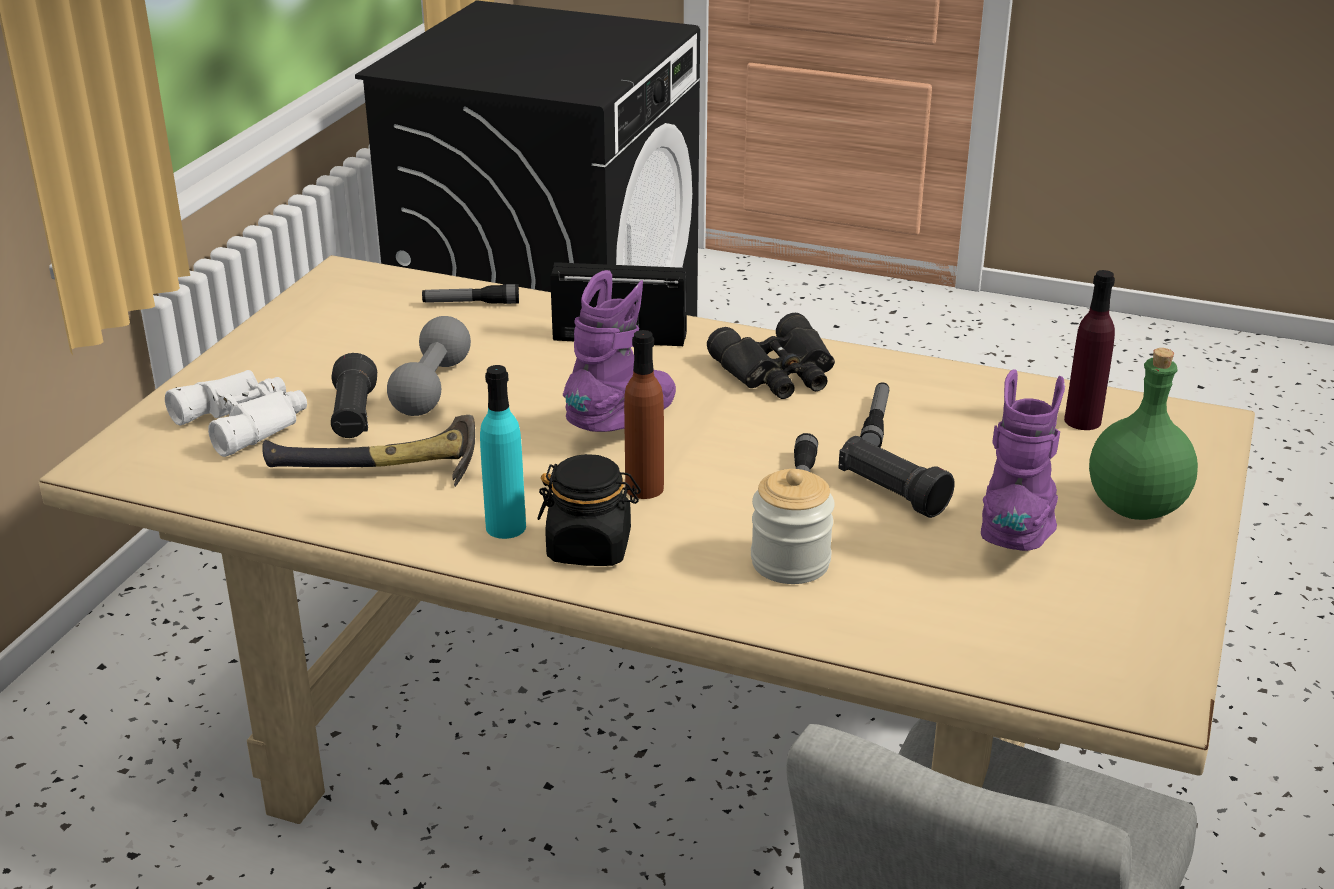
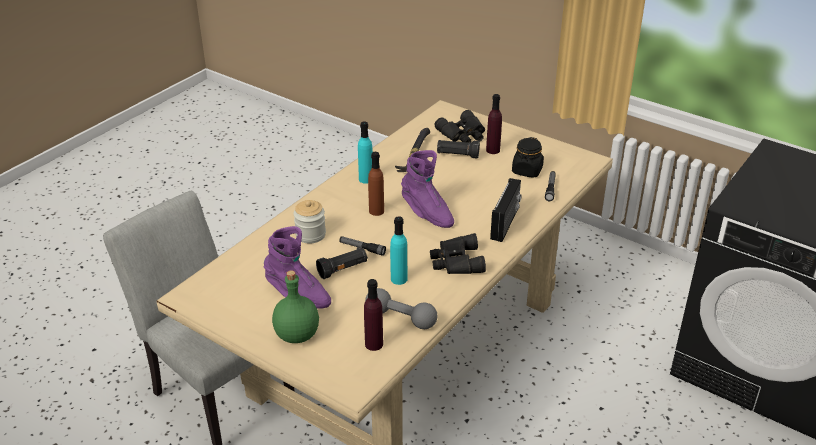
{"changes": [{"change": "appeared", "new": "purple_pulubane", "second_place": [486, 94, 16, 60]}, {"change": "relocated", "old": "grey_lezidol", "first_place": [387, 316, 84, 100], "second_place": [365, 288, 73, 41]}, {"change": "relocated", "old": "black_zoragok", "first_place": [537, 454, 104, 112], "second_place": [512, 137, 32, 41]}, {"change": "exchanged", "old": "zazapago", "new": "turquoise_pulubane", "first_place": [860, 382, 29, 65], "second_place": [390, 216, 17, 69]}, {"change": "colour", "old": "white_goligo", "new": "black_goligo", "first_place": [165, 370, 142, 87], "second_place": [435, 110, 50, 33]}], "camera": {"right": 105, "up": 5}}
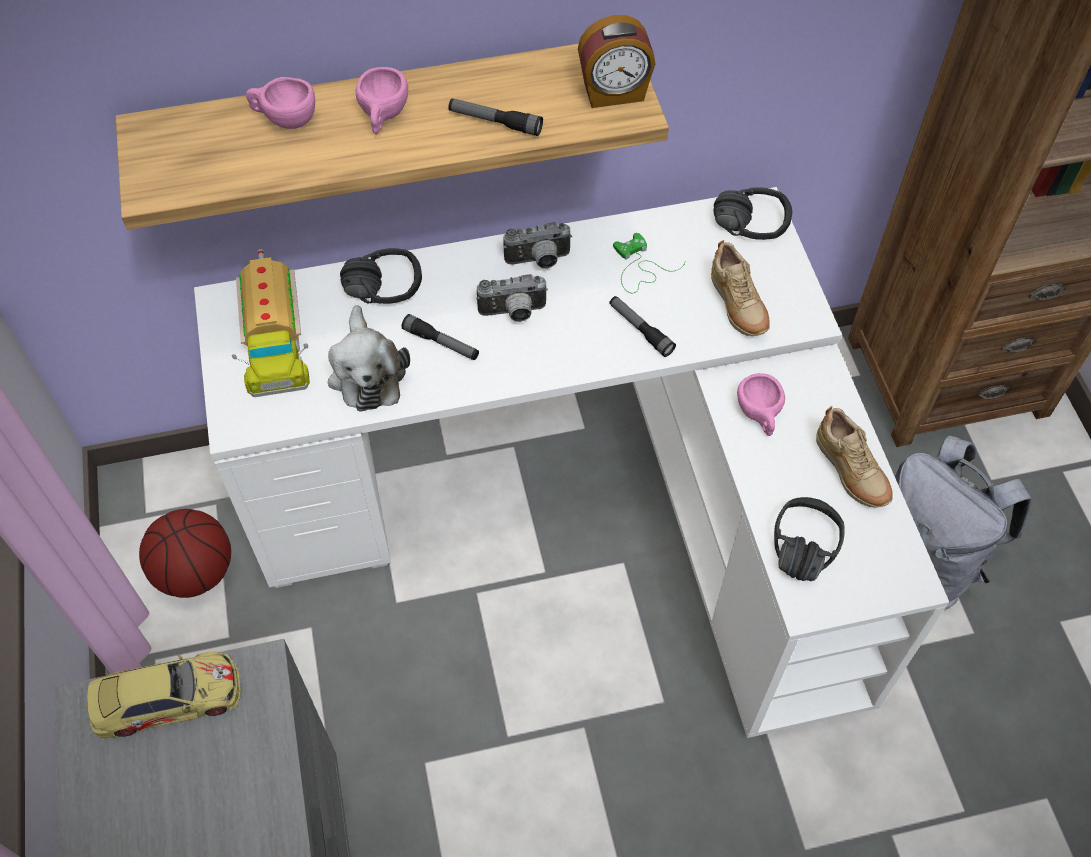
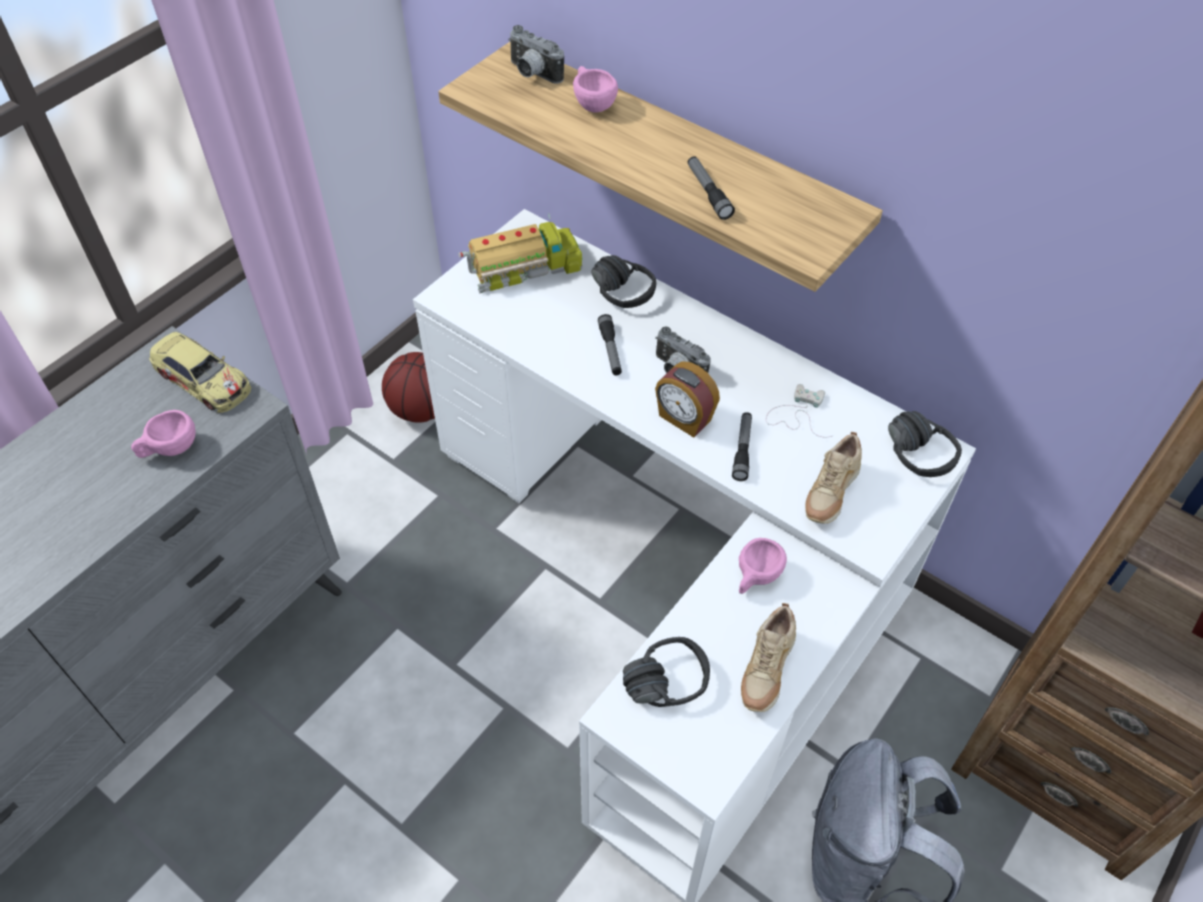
{"changes": [{"change": "missing", "old": "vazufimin", "first_place": [328, 305, 82, 107]}, {"change": "relocated", "old": "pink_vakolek", "first_place": [356, 67, 52, 67], "second_place": [131, 410, 65, 48]}, {"change": "relocated", "old": "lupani", "first_place": [503, 222, 69, 47], "second_place": [508, 25, 56, 59]}, {"change": "relocated", "old": "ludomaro", "first_place": [578, 15, 77, 93], "second_place": [655, 362, 65, 76]}, {"change": "colour", "old": "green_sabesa", "new": "white_sabesa", "first_place": [613, 233, 72, 60], "second_place": [766, 384, 66, 53]}, {"change": "spun", "old": "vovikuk", "first_place": [232, 249, 78, 148], "second_place": [458, 213, 124, 80], "degrees": -150}], "camera": {"right": 50, "up": -5}}
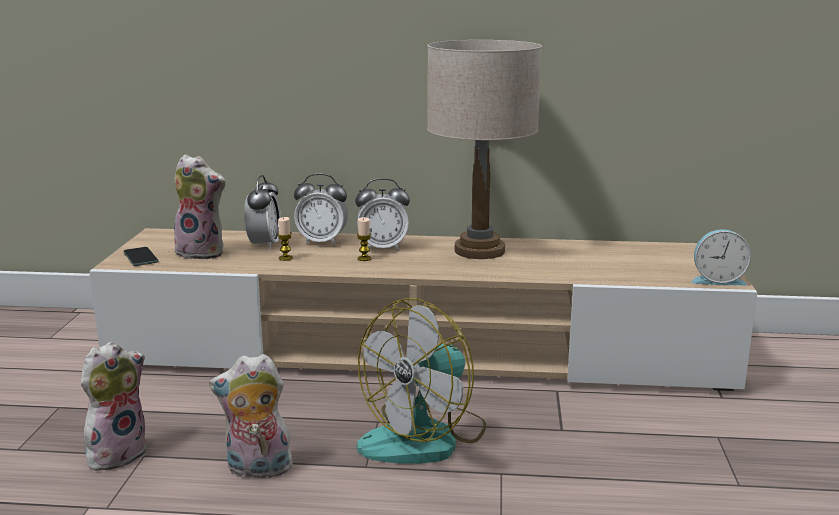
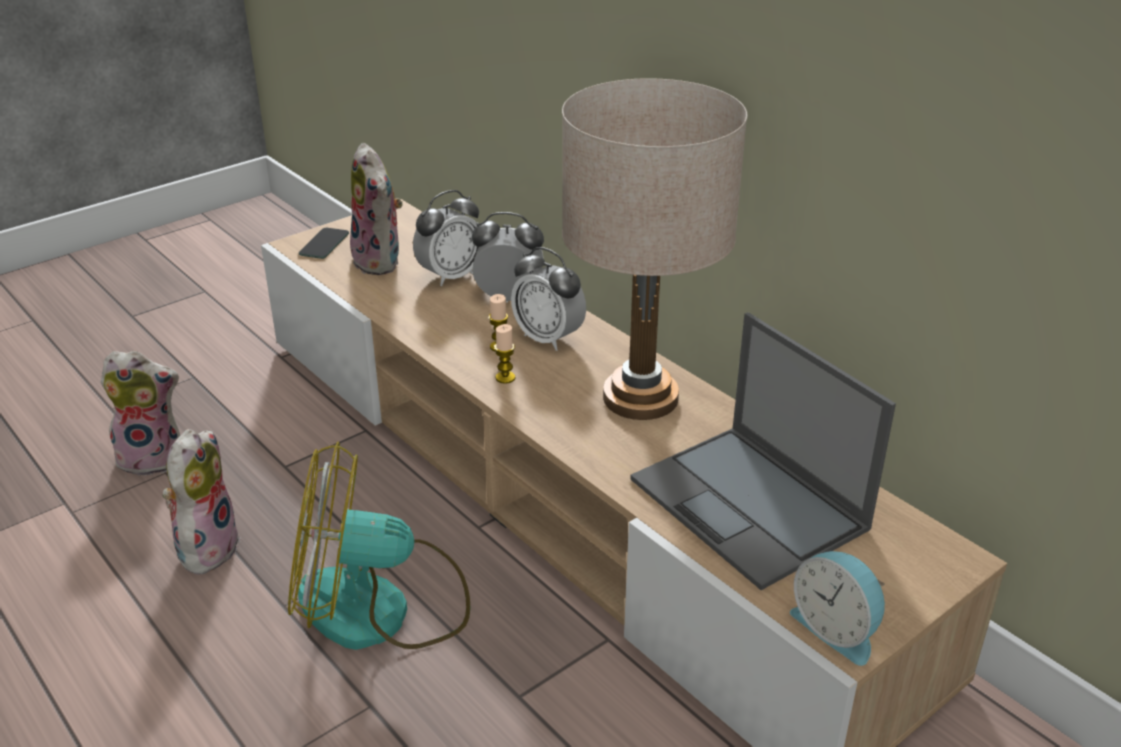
{"changes": [{"change": "appeared", "new": "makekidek", "second_place": [630, 312, 266, 278]}, {"change": "relocated", "old": "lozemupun", "first_place": [277, 217, 16, 44], "second_place": [494, 324, 21, 60]}, {"change": "spun", "old": "vazufimin", "first_place": [209, 354, 87, 124], "second_place": [162, 429, 79, 146], "degrees": 60}, {"change": "spun", "old": "ludomaro", "first_place": [294, 173, 54, 72], "second_place": [472, 212, 72, 91], "degrees": 135}], "camera": {"right": 45, "up": 15}}
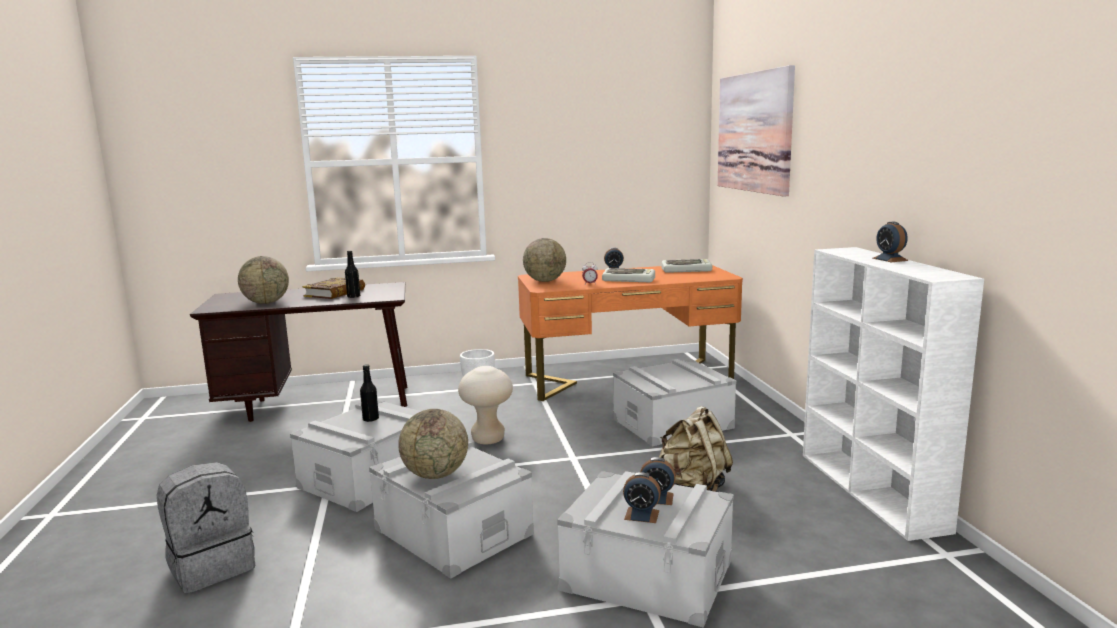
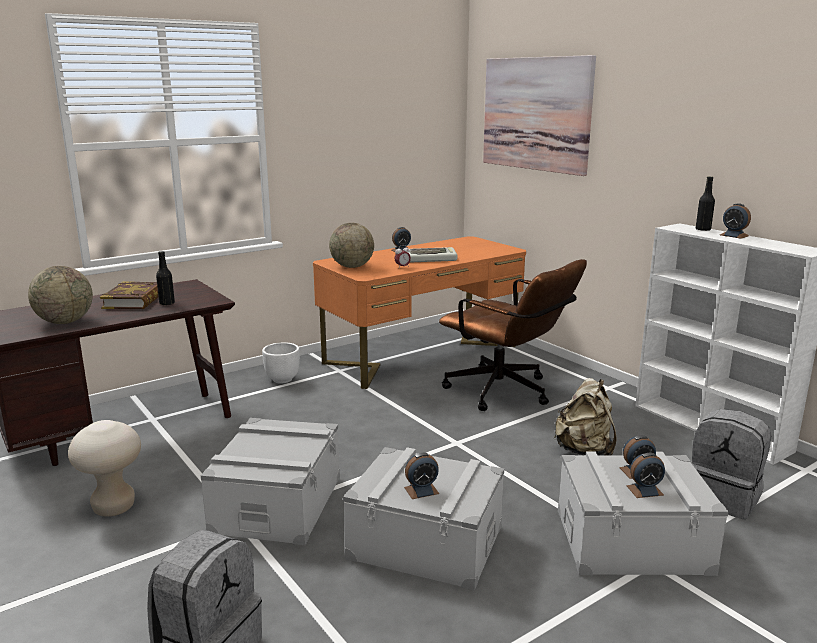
{"changes": [{"change": "missing", "old": "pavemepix", "first_place": [662, 259, 50, 14]}, {"change": "appeared", "new": "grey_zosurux", "second_place": [692, 409, 79, 110]}, {"change": "relocated", "old": "black_pulubane", "first_place": [360, 364, 19, 58], "second_place": [696, 176, 19, 55]}, {"change": "relocated", "old": "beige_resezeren", "first_place": [458, 366, 55, 78], "second_place": [68, 420, 73, 97]}, {"change": "exchanged", "old": "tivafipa", "new": "ludomaro", "first_place": [398, 409, 70, 70], "second_place": [404, 453, 35, 46]}, {"change": "exchanged", "old": "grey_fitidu", "new": "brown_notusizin", "first_place": [613, 359, 123, 88], "second_place": [439, 259, 148, 152]}], "camera": {"right": -25, "up": 5}}
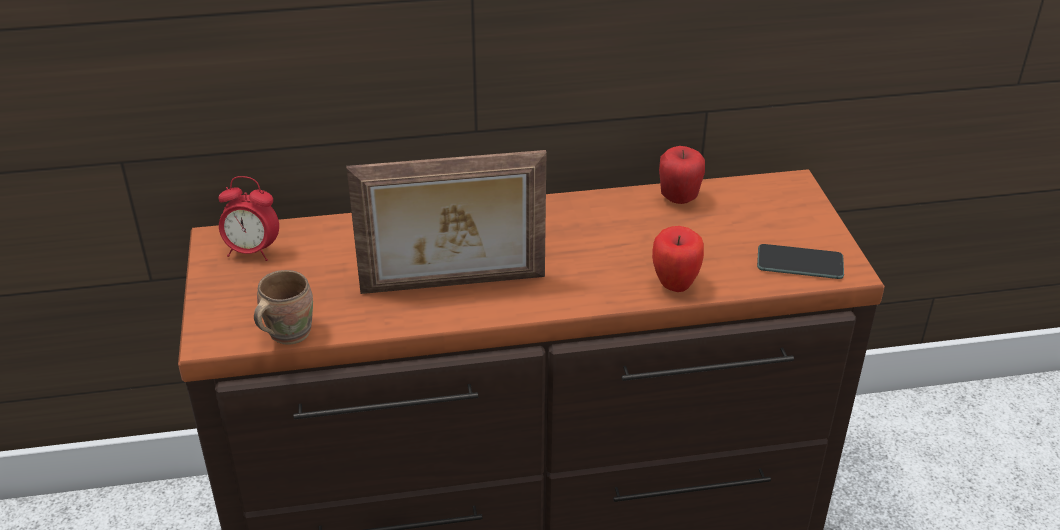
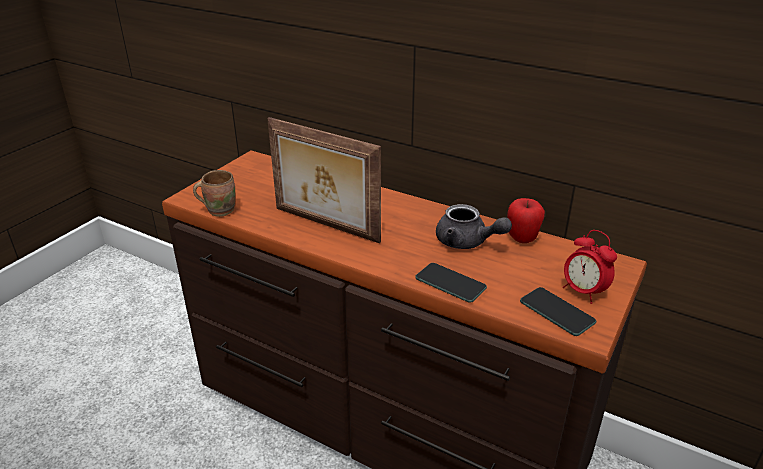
{"changes": [{"change": "appeared", "new": "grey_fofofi", "second_place": [436, 204, 76, 45]}, {"change": "relocated", "old": "ludomaro", "first_place": [219, 176, 60, 85], "second_place": [563, 230, 54, 74]}, {"change": "exchanged", "old": "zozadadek", "new": "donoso", "first_place": [652, 226, 52, 66], "second_place": [415, 263, 72, 40]}], "camera": {"right": 40, "up": -5}}
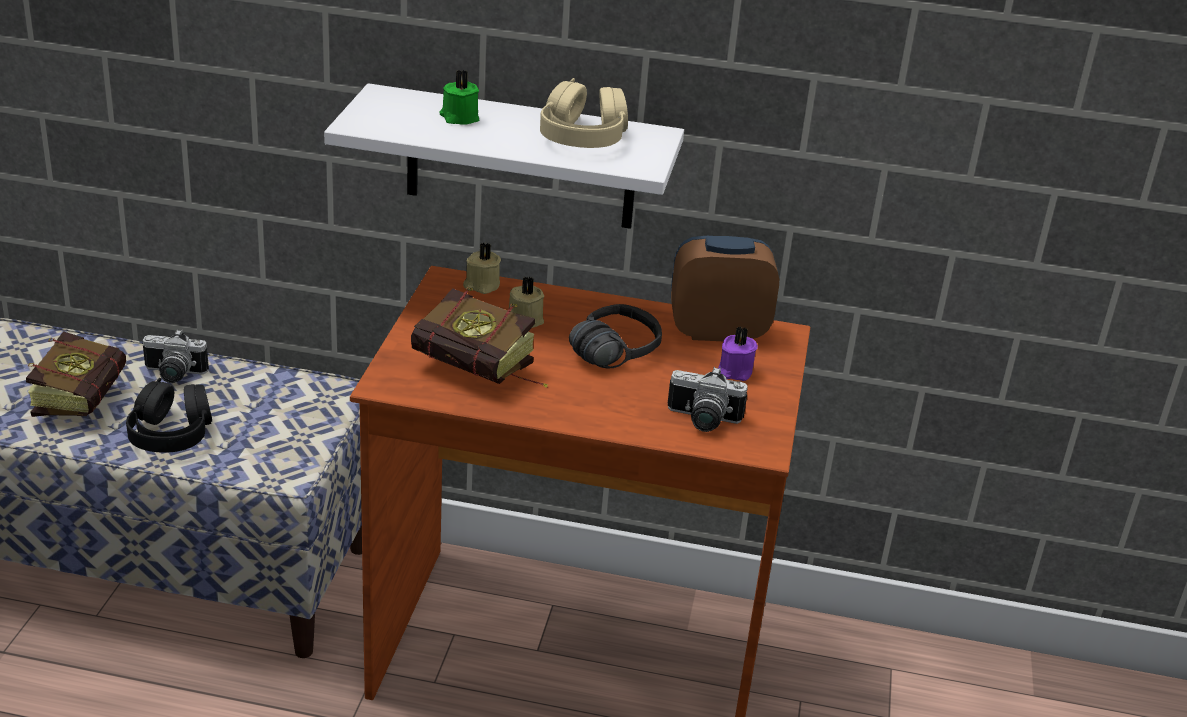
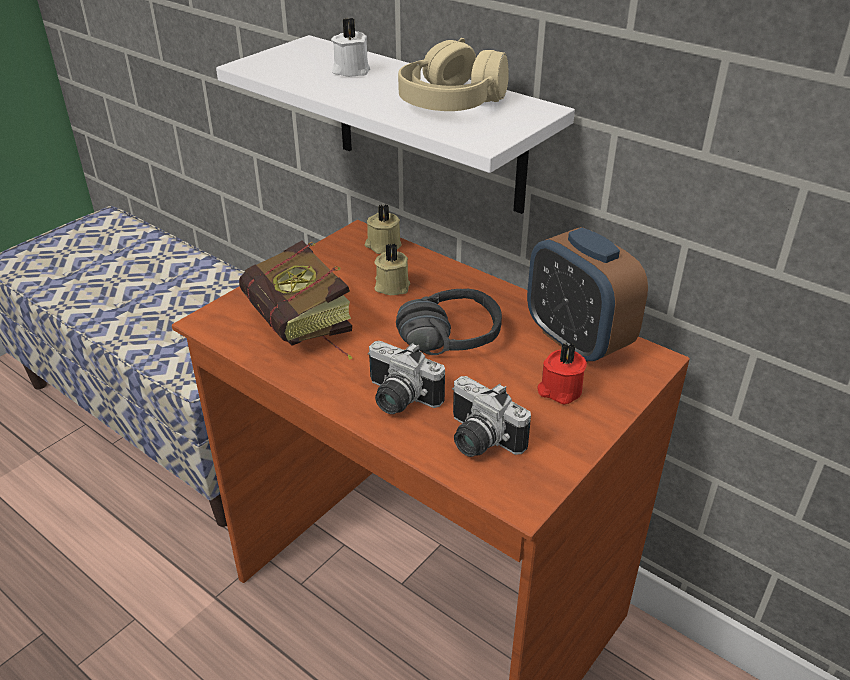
{"changes": [{"change": "missing", "old": "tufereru", "first_place": [26, 331, 100, 86]}, {"change": "missing", "old": "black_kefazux", "first_place": [126, 378, 86, 75]}, {"change": "relocated", "old": "lupani", "first_place": [143, 329, 66, 54], "second_place": [368, 341, 77, 73]}, {"change": "colour", "old": "green_lozemupun", "new": "white_lozemupun", "first_place": [439, 70, 40, 55], "second_place": [331, 18, 39, 59]}, {"change": "colour", "old": "purple_lozemupun", "new": "red_lozemupun", "first_place": [718, 327, 40, 54], "second_place": [537, 343, 50, 61]}, {"change": "spun", "old": "ludomaro", "first_place": [671, 236, 108, 105], "second_place": [527, 227, 121, 135], "degrees": -150}], "camera": {"right": 30, "up": 5}}
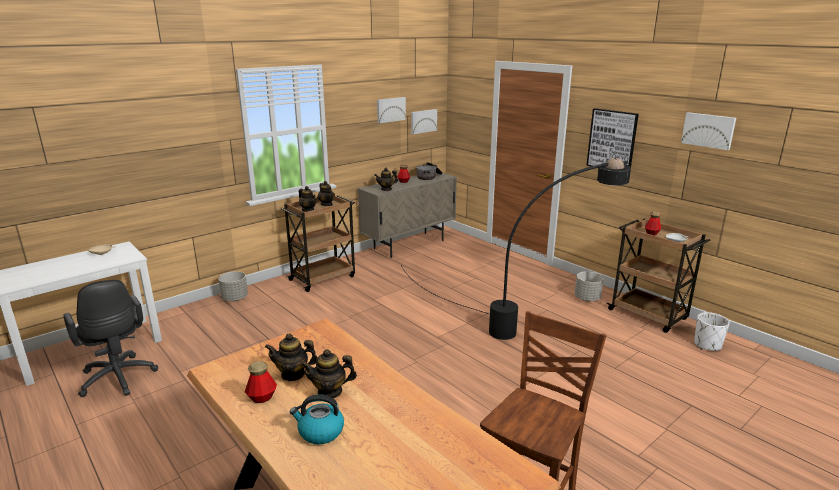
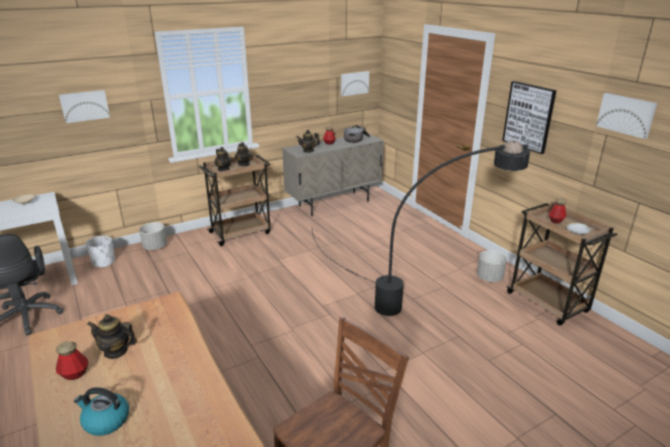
{"changes": [{"change": "missing", "old": "fofofi", "first_place": [301, 349, 56, 50]}, {"change": "relocated", "old": "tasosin", "first_place": [377, 97, 29, 26], "second_place": [59, 90, 51, 33]}, {"change": "relocated", "old": "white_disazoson", "first_place": [694, 312, 36, 39], "second_place": [86, 236, 29, 32]}], "camera": {"right": 10, "up": 5}}
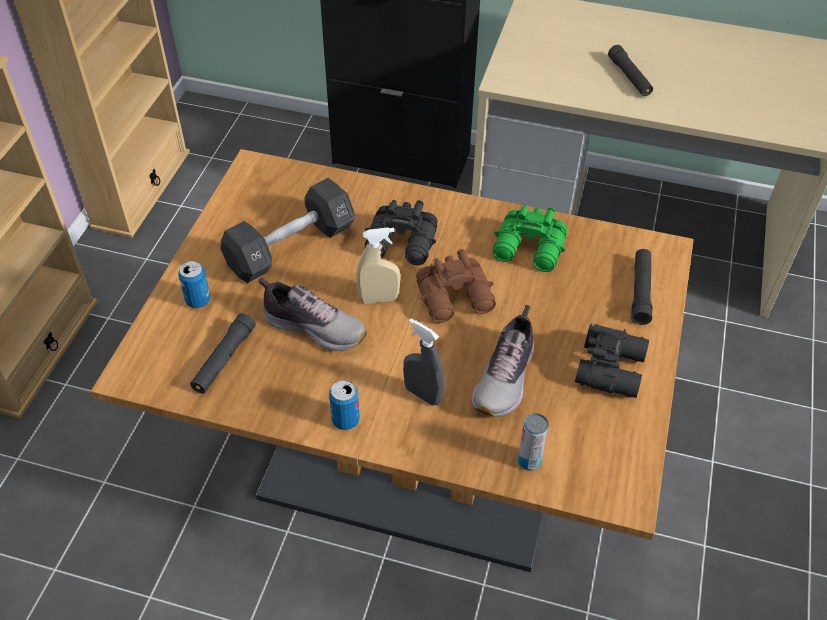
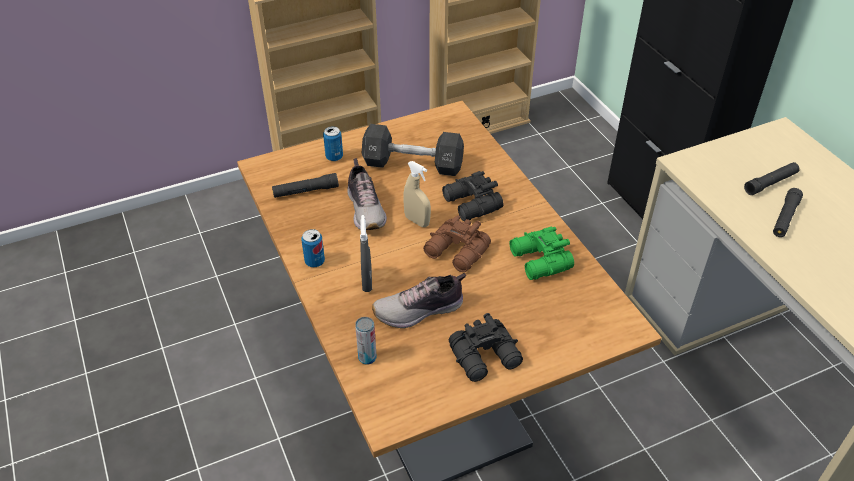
{"changes": [{"change": "relocated", "old": "black_zazapago", "first_place": [631, 249, 21, 76], "second_place": [744, 162, 56, 33]}], "camera": {"right": 50, "up": -5}}
